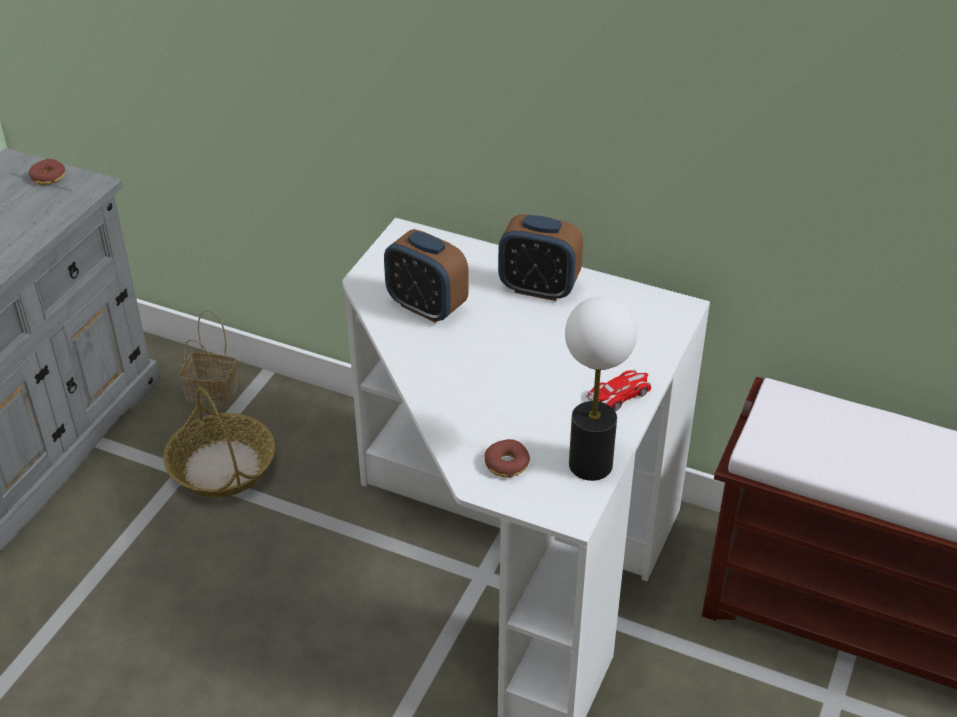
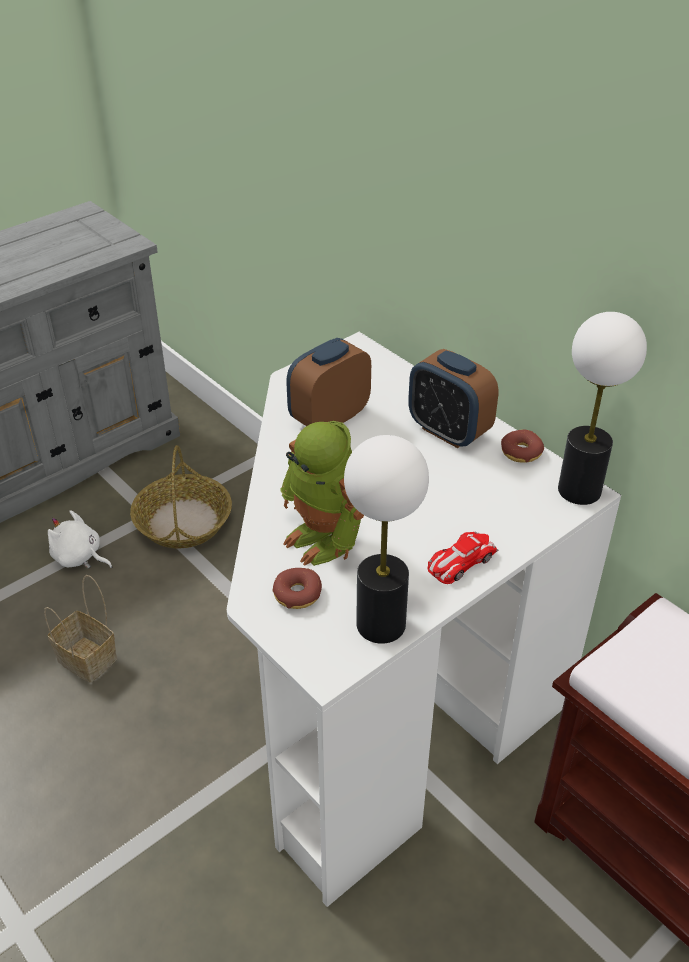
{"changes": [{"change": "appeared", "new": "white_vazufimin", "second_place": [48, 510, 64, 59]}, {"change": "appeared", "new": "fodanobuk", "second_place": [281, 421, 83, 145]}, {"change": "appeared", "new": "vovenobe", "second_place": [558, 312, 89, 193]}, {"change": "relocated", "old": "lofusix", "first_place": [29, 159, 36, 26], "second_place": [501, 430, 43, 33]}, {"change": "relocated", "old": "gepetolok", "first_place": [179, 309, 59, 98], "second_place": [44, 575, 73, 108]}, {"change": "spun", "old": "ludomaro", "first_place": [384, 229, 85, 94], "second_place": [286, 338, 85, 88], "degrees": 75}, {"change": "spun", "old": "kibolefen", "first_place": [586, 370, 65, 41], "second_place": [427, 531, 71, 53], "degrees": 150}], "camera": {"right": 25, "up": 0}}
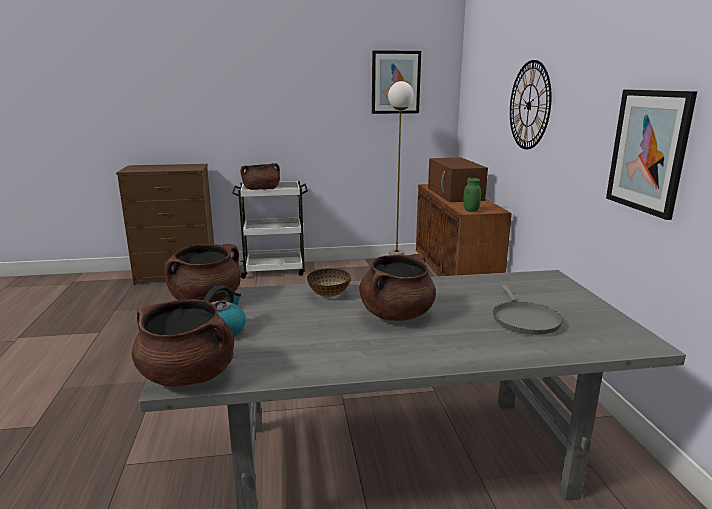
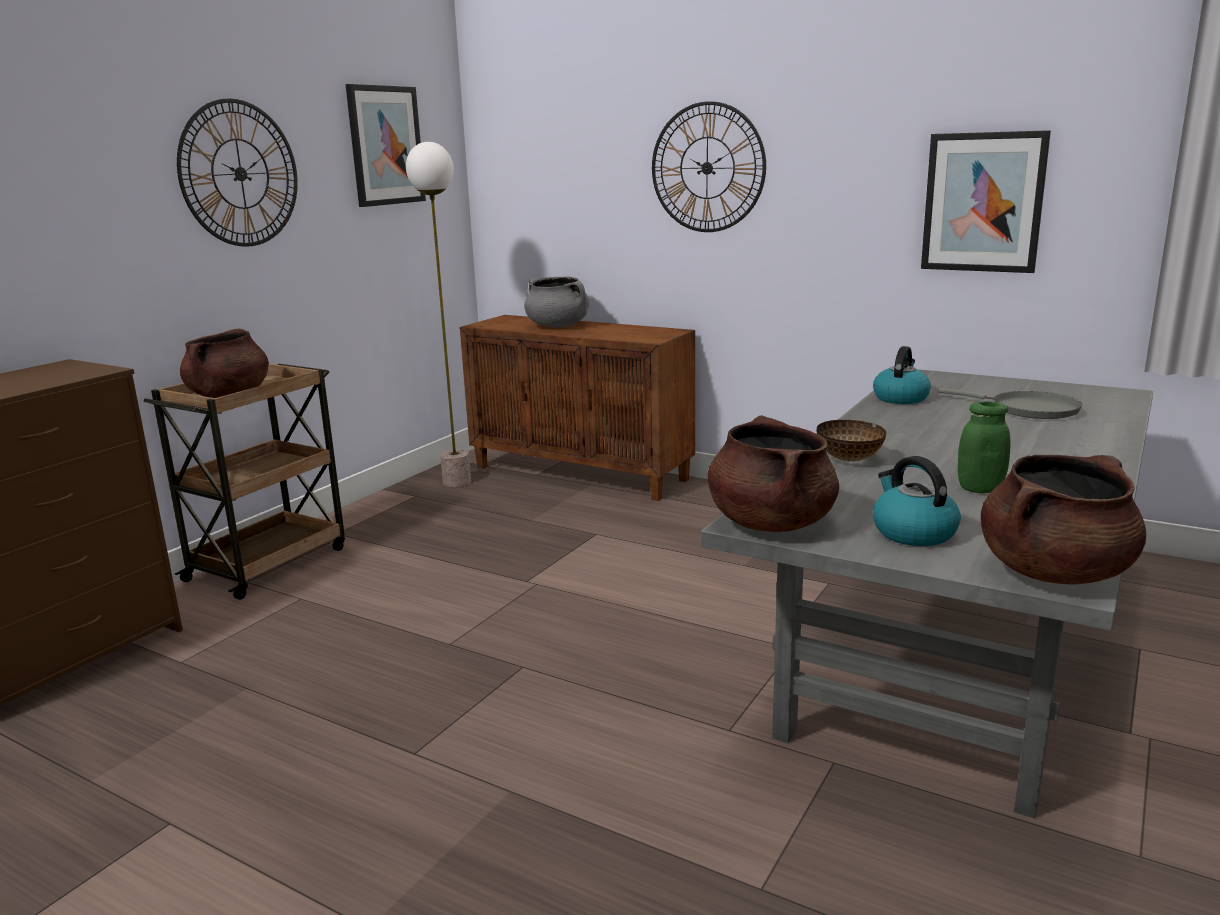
{"changes": [{"change": "missing", "old": "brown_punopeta", "first_place": [359, 254, 77, 67]}, {"change": "appeared", "new": "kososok", "second_place": [177, 99, 121, 148]}, {"change": "appeared", "new": "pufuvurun", "second_place": [873, 346, 58, 58]}, {"change": "relocated", "old": "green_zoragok", "first_place": [463, 178, 18, 34], "second_place": [958, 401, 52, 92]}, {"change": "exchanged", "old": "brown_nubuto", "new": "grey_punopeta", "first_place": [428, 157, 60, 45], "second_place": [524, 277, 65, 51]}, {"change": "colour", "old": "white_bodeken", "new": "brown_bodeken", "first_place": [232, 181, 76, 98], "second_place": [143, 362, 202, 238]}], "camera": {"right": -50, "up": 0}}
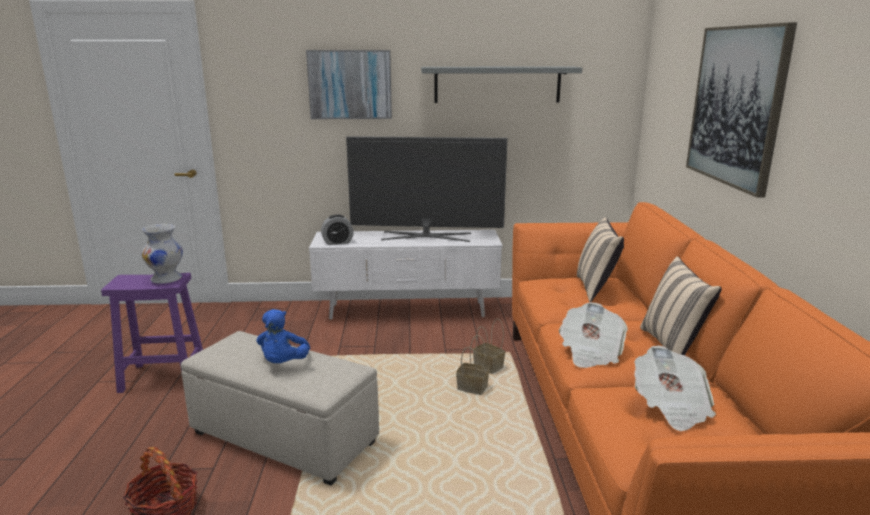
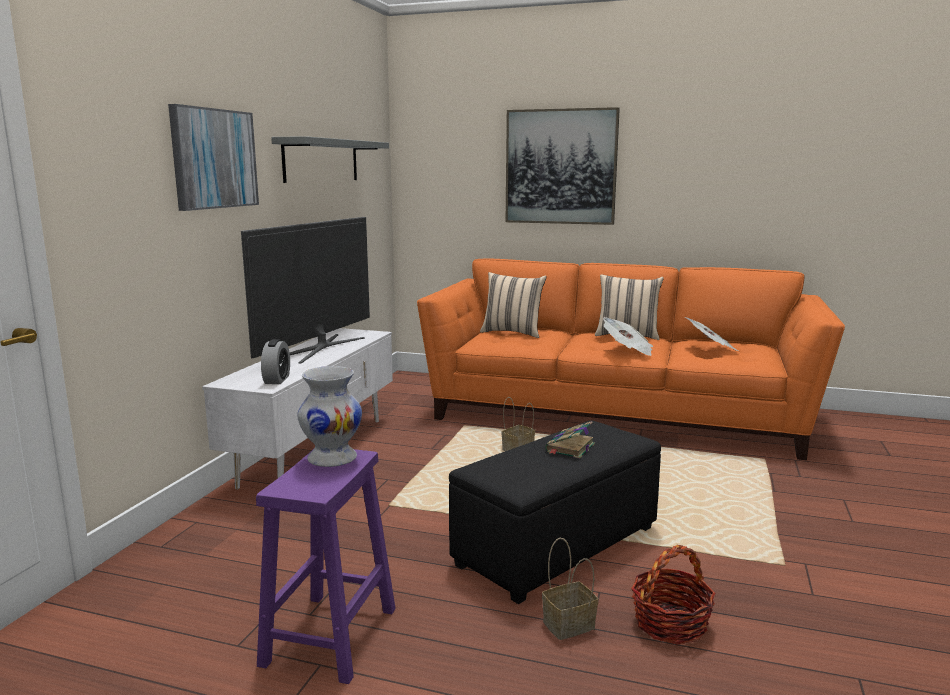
{"changes": [{"change": "relocated", "old": "gepetolok", "first_place": [473, 319, 32, 55], "second_place": [542, 538, 56, 102]}, {"change": "exchanged", "old": "blue_vazufimin", "new": "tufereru", "first_place": [256, 309, 54, 54], "second_place": [545, 421, 50, 38]}, {"change": "colour", "old": "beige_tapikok", "new": "black_tapikok", "first_place": [181, 331, 198, 155], "second_place": [449, 420, 212, 184]}], "camera": {"right": -70, "up": -5}}
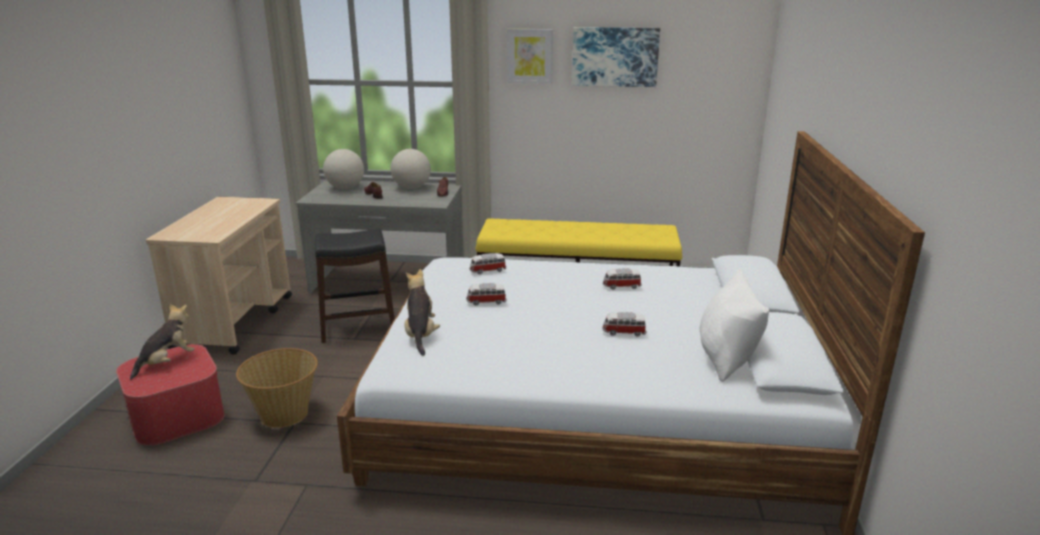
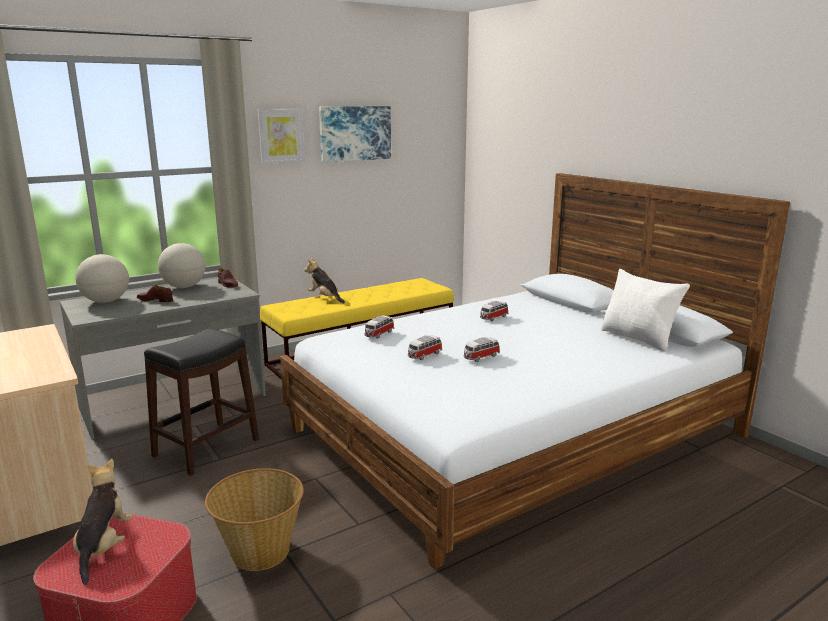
{"changes": [{"change": "relocated", "old": "vazufimin", "first_place": [404, 269, 36, 87], "second_place": [304, 258, 41, 45]}, {"change": "relocated", "old": "kibolefen", "first_place": [602, 312, 45, 25], "second_place": [463, 337, 37, 25]}], "camera": {"right": -40, "up": -5}}
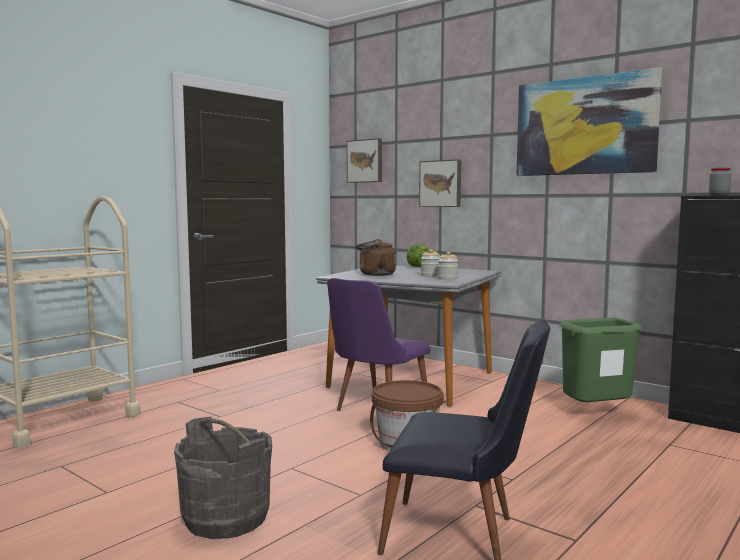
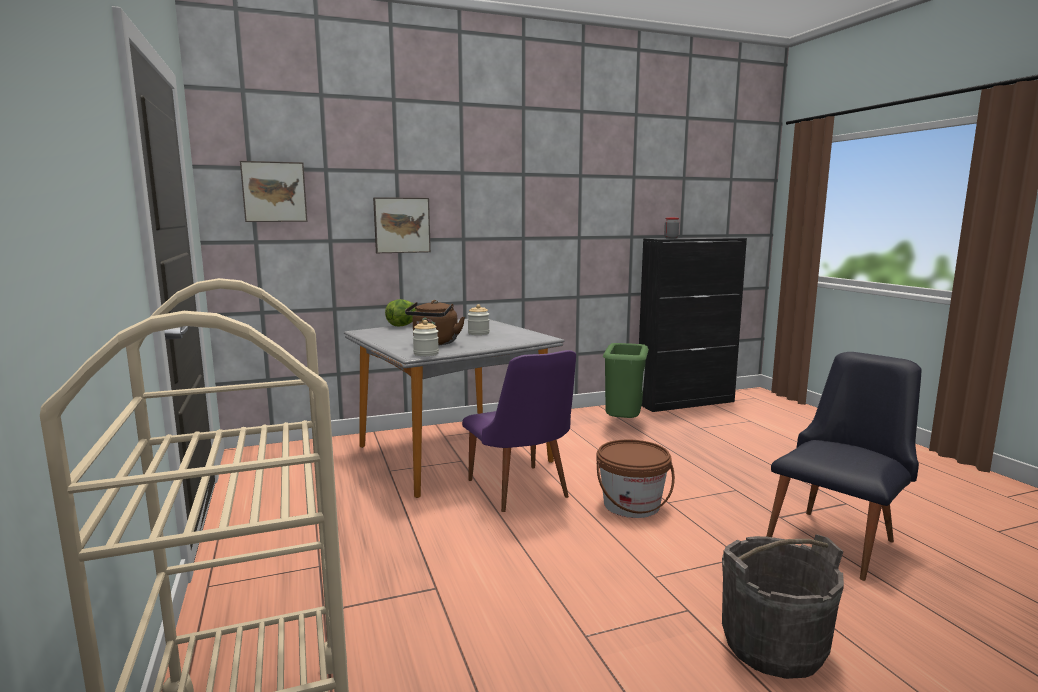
{"changes": [{"change": "missing", "old": "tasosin", "first_place": [517, 68, 145, 108]}, {"change": "relocated", "old": "zoragok", "first_place": [438, 251, 20, 29], "second_place": [413, 320, 26, 36]}], "camera": {"right": -60, "up": 5}}
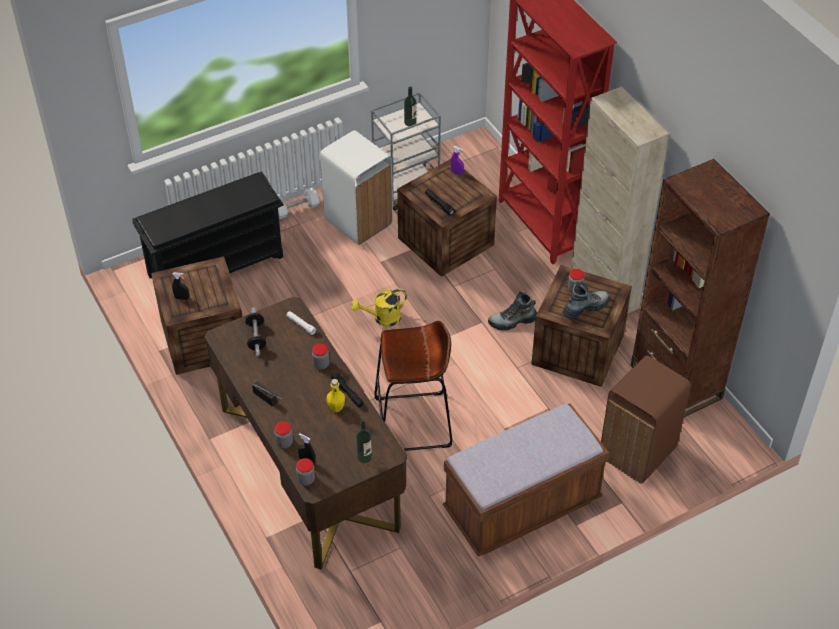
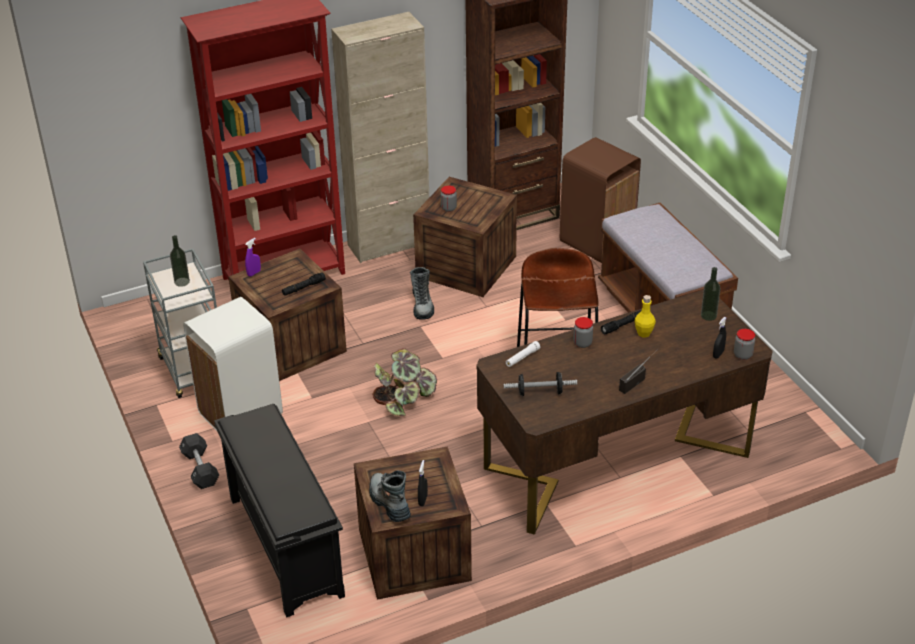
{"changes": [{"change": "missing", "old": "zoragok", "first_place": [274, 421, 19, 27]}, {"change": "relocated", "old": "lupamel", "first_place": [563, 281, 47, 38], "second_place": [369, 470, 42, 52]}, {"change": "exchanged", "old": "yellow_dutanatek", "new": "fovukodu", "first_place": [351, 289, 56, 38], "second_place": [372, 348, 65, 68]}, {"change": "colour", "old": "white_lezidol", "new": "black_lezidol", "first_place": [278, 187, 42, 32], "second_place": [179, 433, 40, 56]}], "camera": {"right": -85, "up": -10}}
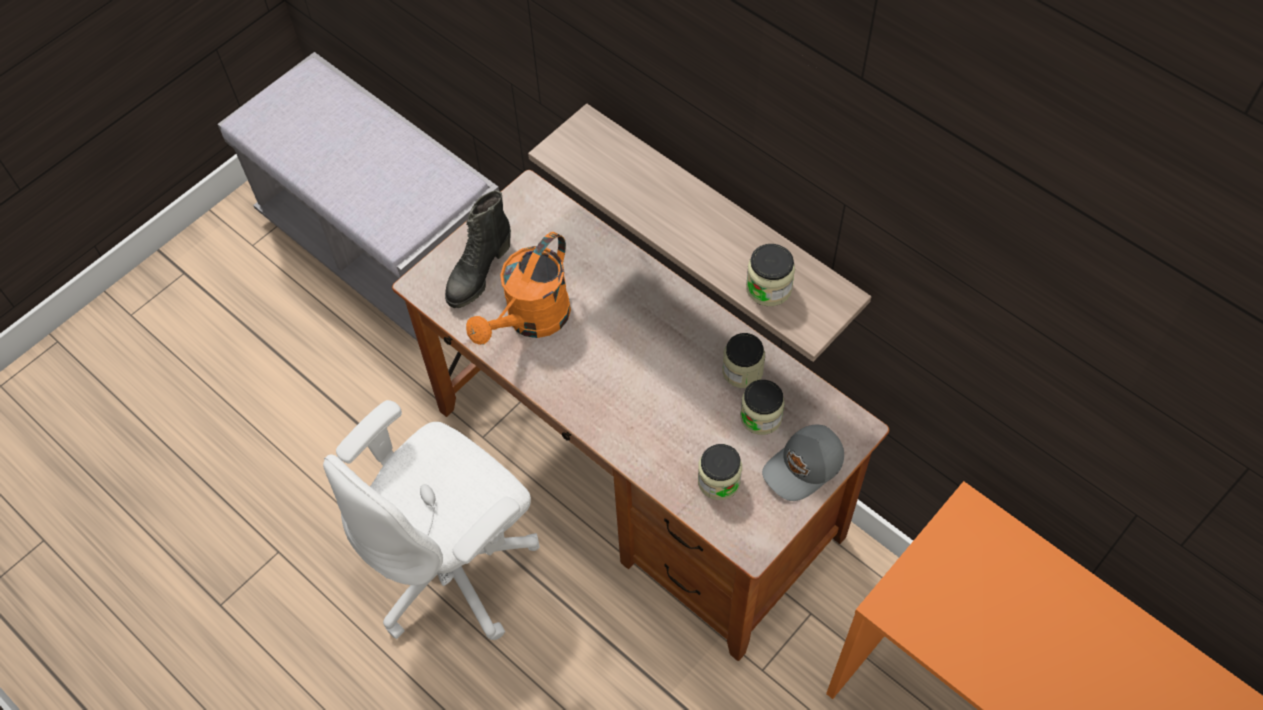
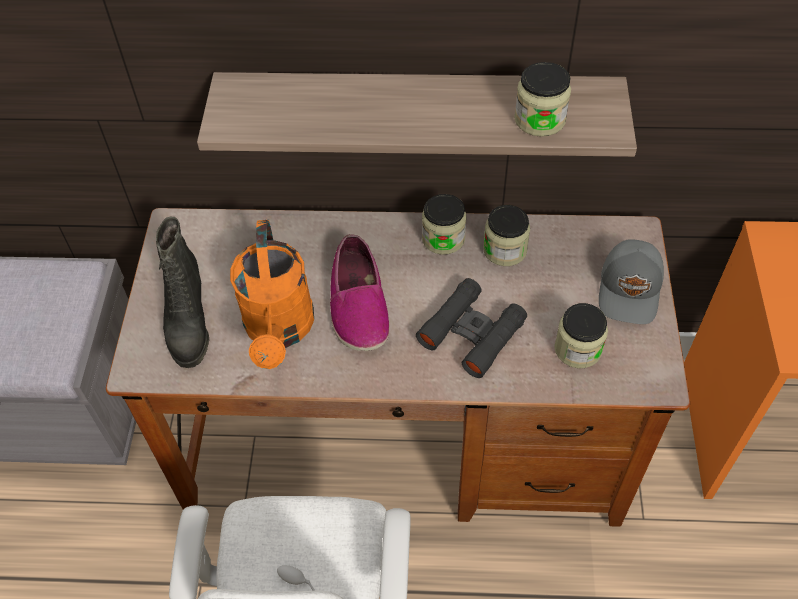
{"changes": [{"change": "appeared", "new": "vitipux", "second_place": [330, 234, 60, 117]}, {"change": "appeared", "new": "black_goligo", "second_place": [416, 278, 111, 100]}, {"change": "relocated", "old": "zoragok", "first_place": [740, 380, 45, 55], "second_place": [422, 194, 44, 61]}], "camera": {"right": -40, "up": -5}}
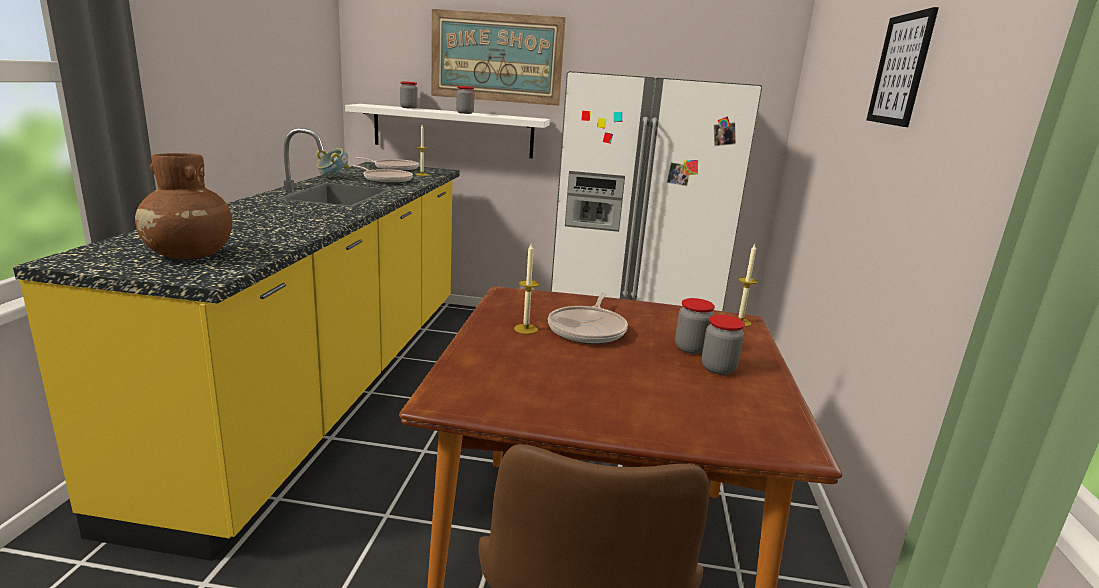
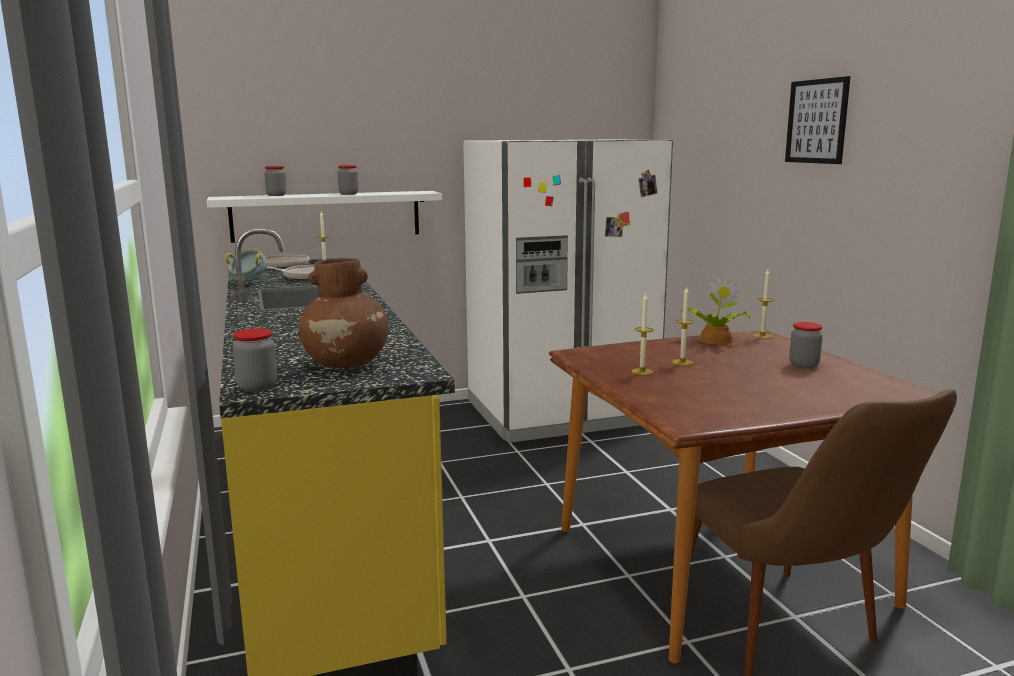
{"changes": [{"change": "missing", "old": "tasosin", "first_place": [431, 9, 135, 97]}, {"change": "appeared", "new": "fovukodu", "second_place": [680, 275, 71, 70]}, {"change": "relocated", "old": "zoragok", "first_place": [675, 298, 40, 56], "second_place": [233, 328, 44, 64]}, {"change": "exchanged", "old": "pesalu", "new": "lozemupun", "first_place": [548, 293, 80, 51], "second_place": [672, 287, 22, 78]}], "camera": {"right": -25, "up": -5}}
